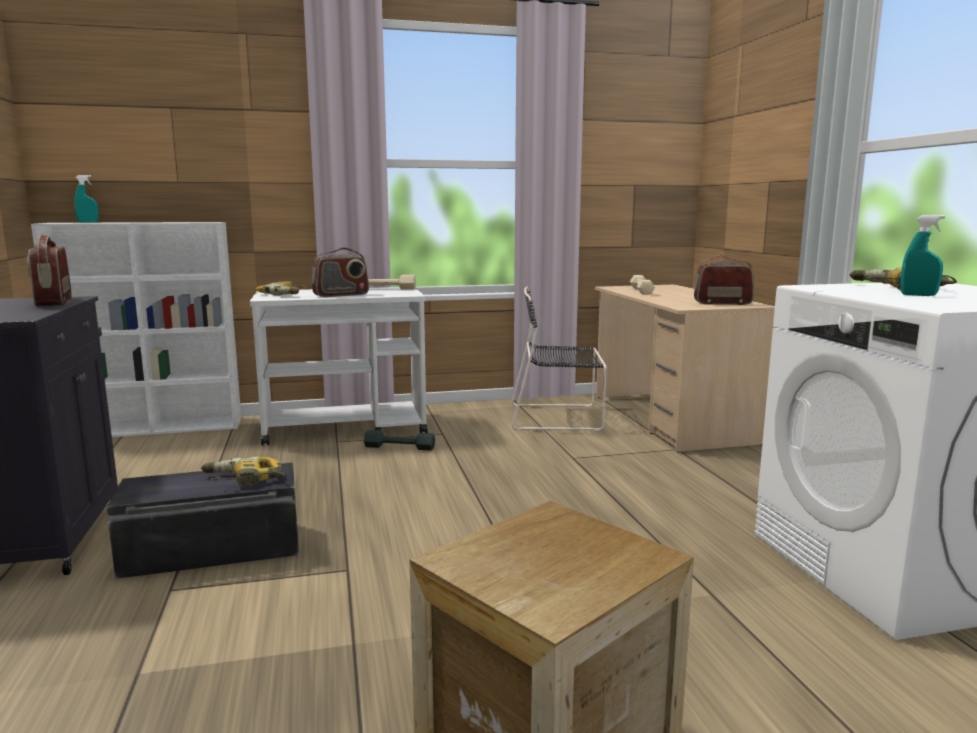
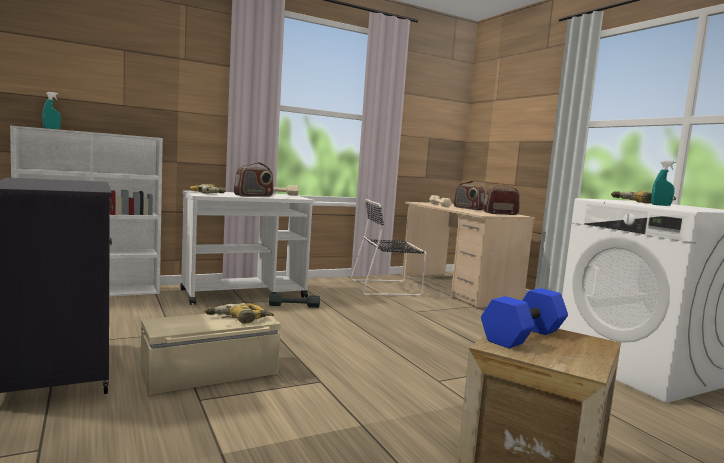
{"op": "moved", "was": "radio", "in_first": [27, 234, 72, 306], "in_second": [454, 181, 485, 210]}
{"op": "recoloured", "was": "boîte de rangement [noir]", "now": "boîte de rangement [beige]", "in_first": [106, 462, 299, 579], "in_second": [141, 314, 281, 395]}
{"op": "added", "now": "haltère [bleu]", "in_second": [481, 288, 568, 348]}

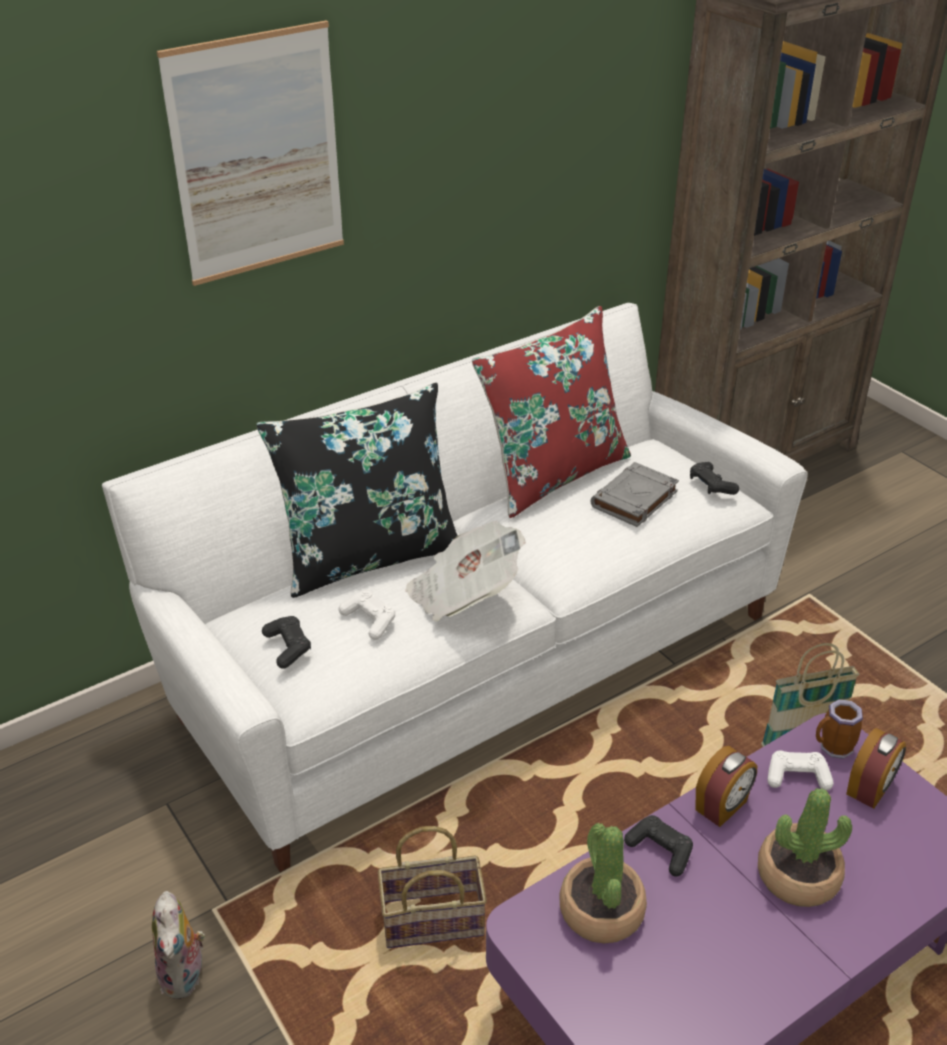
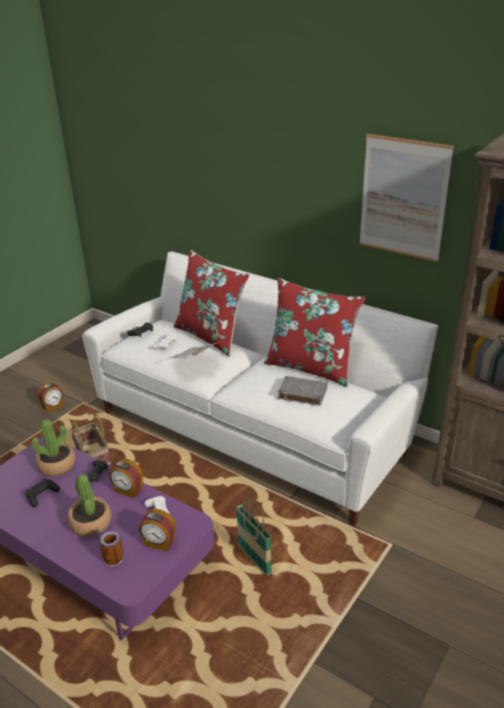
{"op": "moved", "was": "tableau", "in_first": [157, 21, 344, 286], "in_second": [359, 134, 454, 262]}
{"op": "recoloured", "was": "coussin [noir]", "now": "coussin [rouge]", "in_first": [256, 383, 458, 598], "in_second": [174, 250, 250, 357]}
{"op": "moved", "was": "manette [noir]", "in_first": [690, 462, 739, 495], "in_second": [25, 479, 60, 507]}
{"op": "moved", "was": "mug", "in_first": [816, 699, 863, 759], "in_second": [100, 531, 123, 567]}
{"op": "replaced", "was": "peluche", "now": "réveil", "in_first": [152, 891, 205, 999], "in_second": [38, 382, 64, 412]}

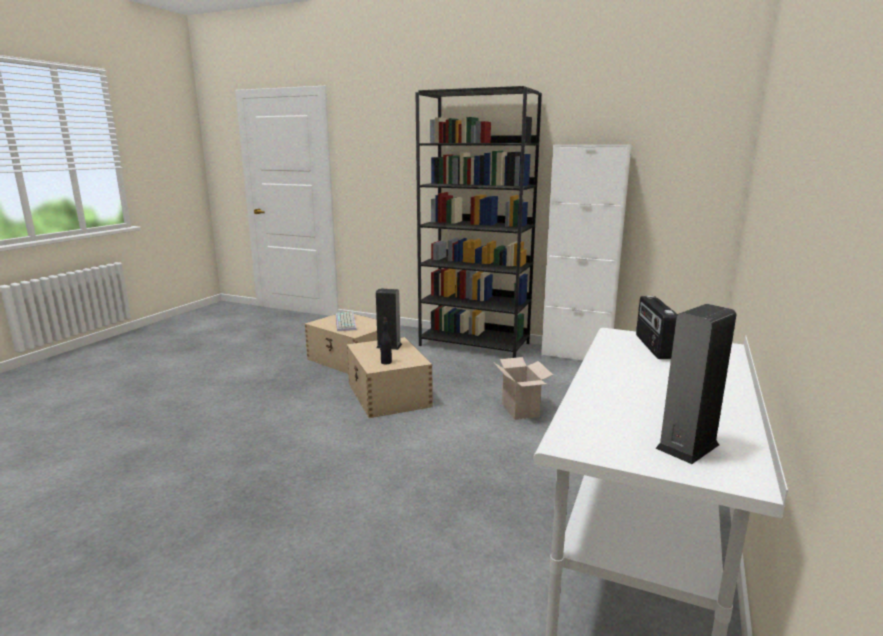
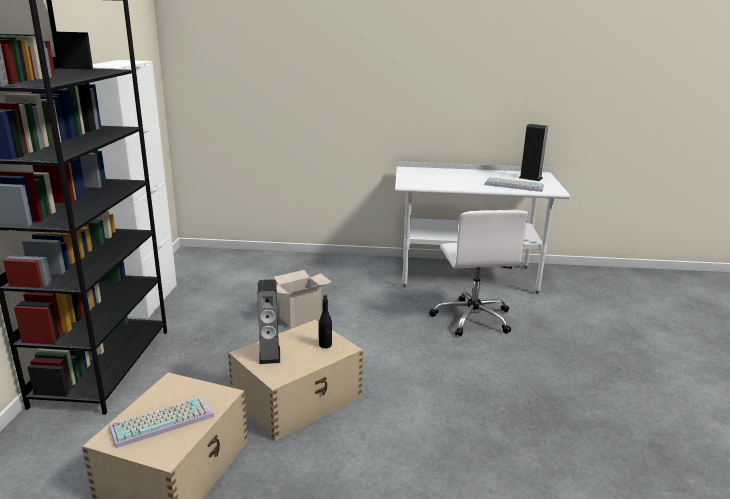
{"op": "removed", "was": "radio", "in_first": [636, 296, 678, 359]}
{"op": "added", "now": "clavier", "in_second": [484, 177, 544, 192]}
{"op": "added", "now": "chaise de bureau [blanc]", "in_second": [429, 210, 528, 336]}

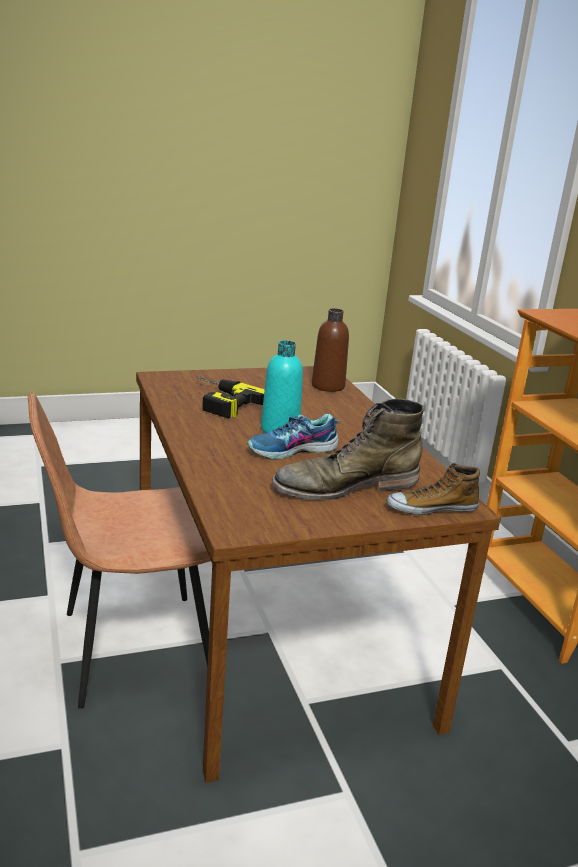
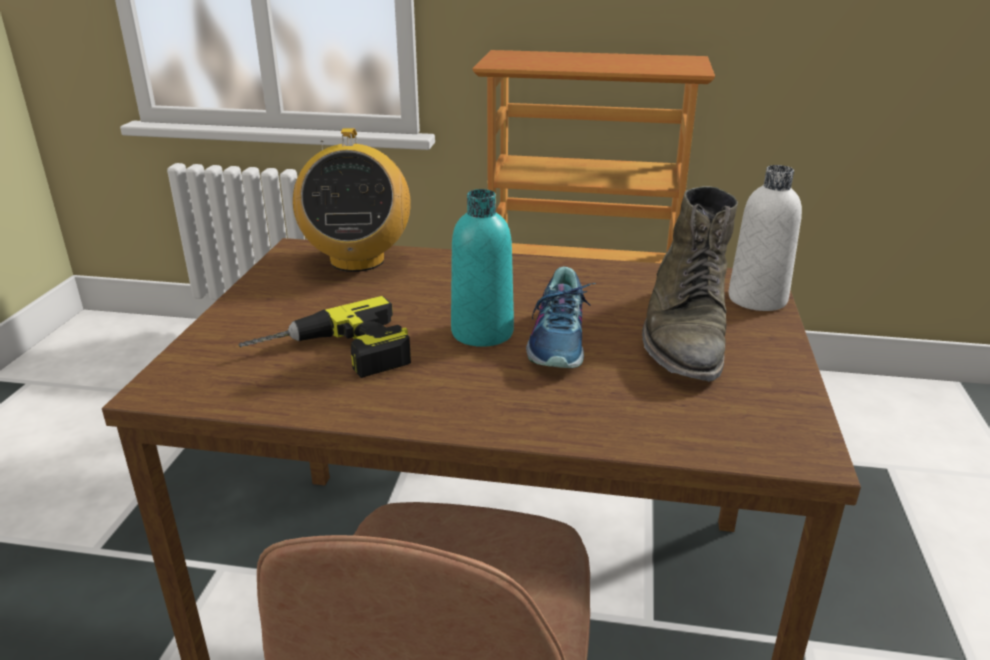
{"op": "replaced", "was": "bouteille [marron]", "now": "radio", "in_first": [312, 308, 349, 392], "in_second": [293, 128, 411, 272]}
{"op": "replaced", "was": "chaussure", "now": "bouteille [blanc]", "in_first": [386, 463, 480, 515], "in_second": [728, 165, 802, 311]}

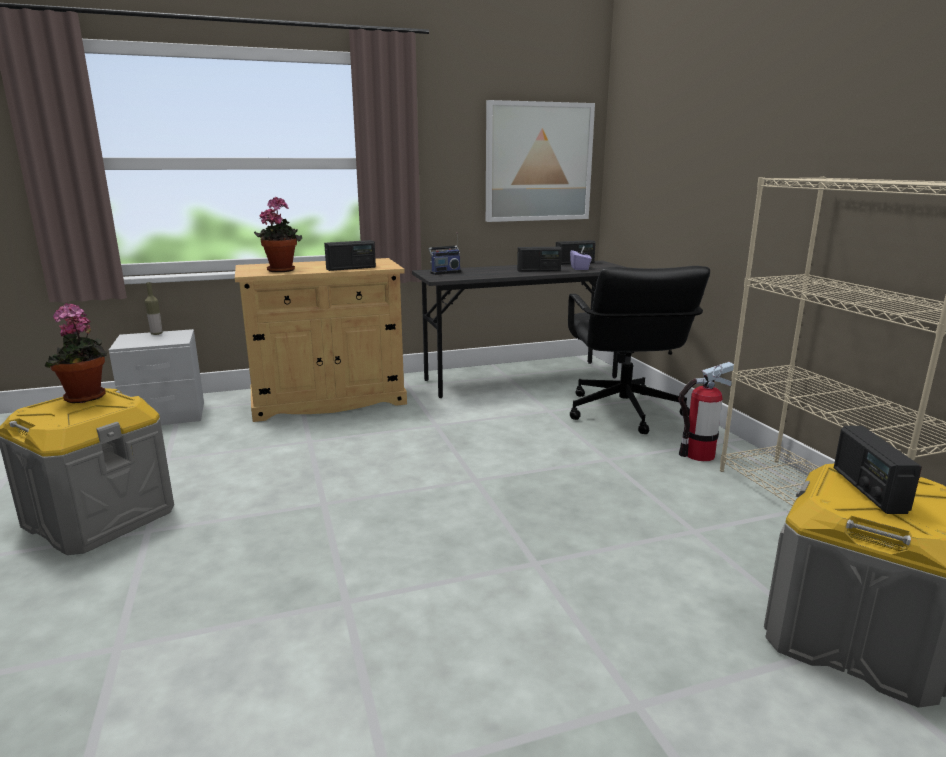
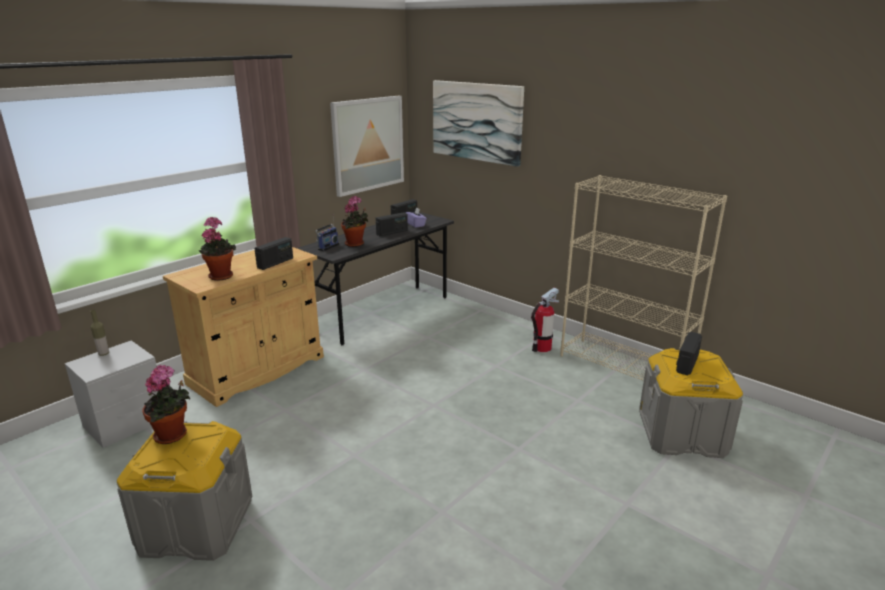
{"op": "removed", "was": "chaise de bureau [noir]", "in_first": [568, 266, 710, 434]}
{"op": "turned", "was": "radio", "in_first": [834, 426, 922, 514], "in_second": [676, 332, 702, 375], "clockwise": 60}
{"op": "added", "now": "tableau", "in_second": [433, 80, 524, 167]}
{"op": "added", "now": "plante en pot", "in_second": [341, 196, 368, 247]}

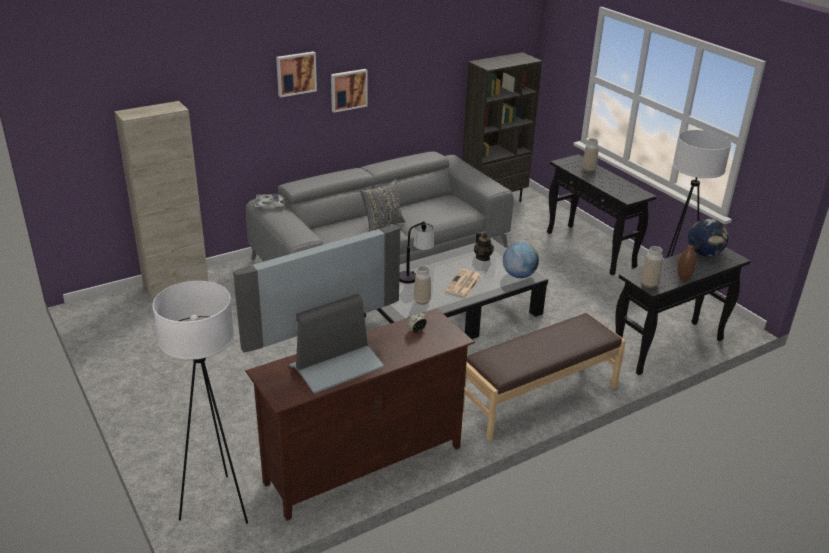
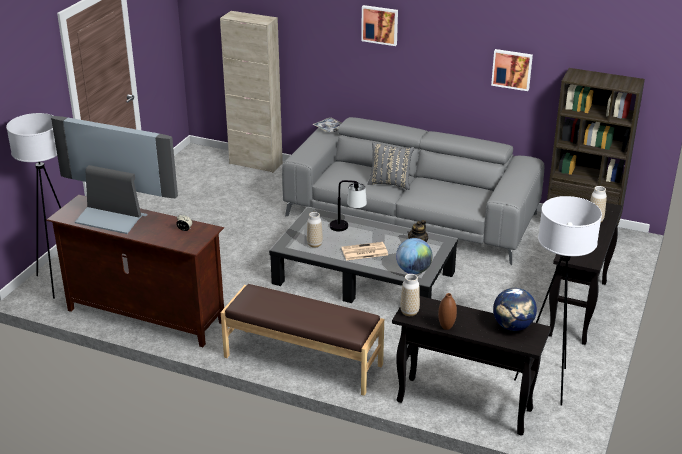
{"op": "moved", "was": "tableau", "in_first": [331, 69, 368, 113], "in_second": [491, 49, 533, 91]}

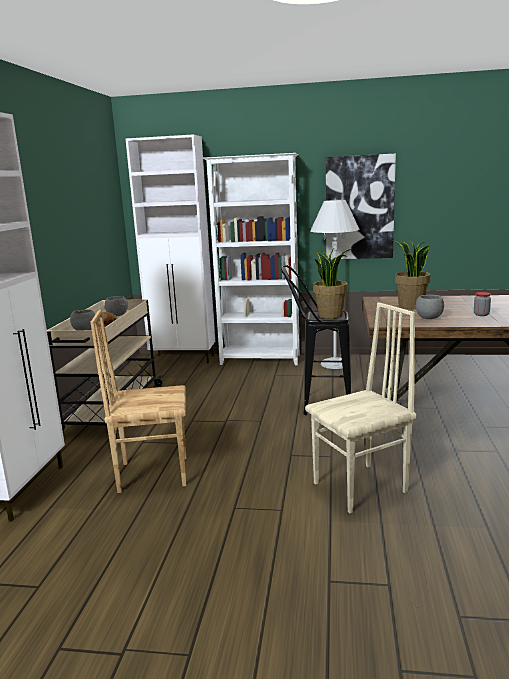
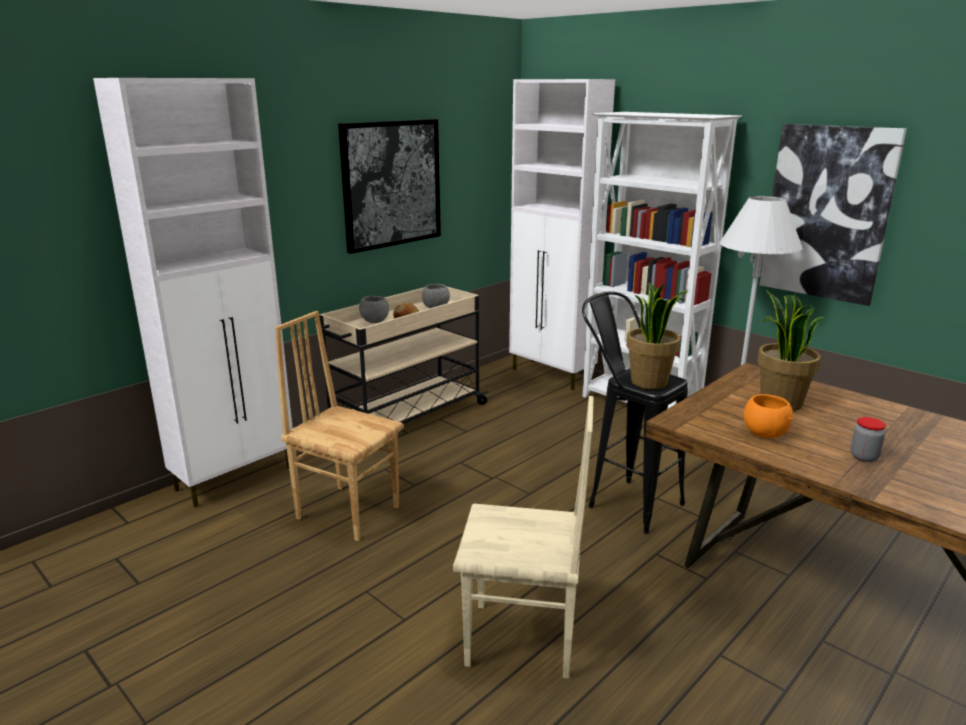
{"op": "recoloured", "was": "bol [gris]", "now": "bol [orange]", "in_first": [416, 295, 444, 319], "in_second": [744, 394, 793, 438]}
{"op": "added", "now": "tableau", "in_second": [338, 119, 441, 254]}

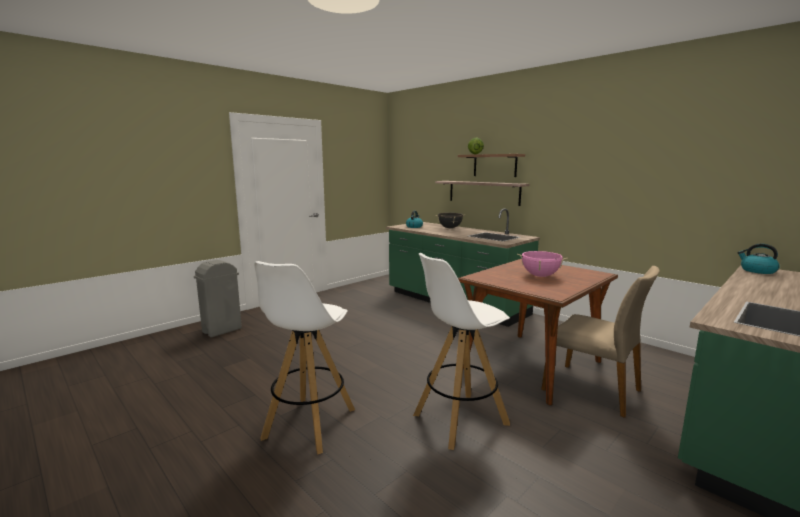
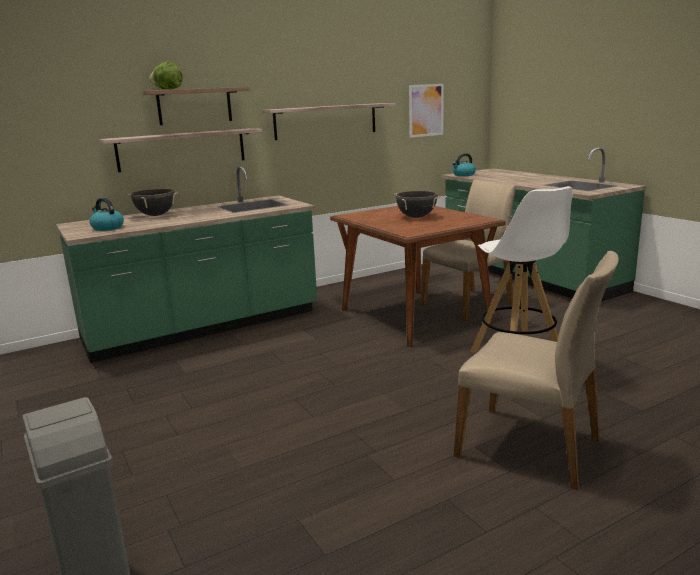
{"op": "recoloured", "was": "marmite [rose]", "now": "marmite [noir]", "in_first": [517, 251, 568, 277], "in_second": [395, 191, 439, 218]}
{"op": "replaced", "was": "tabouret [blanc]", "now": "chaise [beige]", "in_first": [254, 261, 355, 455], "in_second": [454, 251, 619, 490]}
{"op": "added", "now": "tableau", "in_second": [409, 84, 444, 138]}
{"op": "added", "now": "étagère", "in_second": [262, 103, 396, 140]}

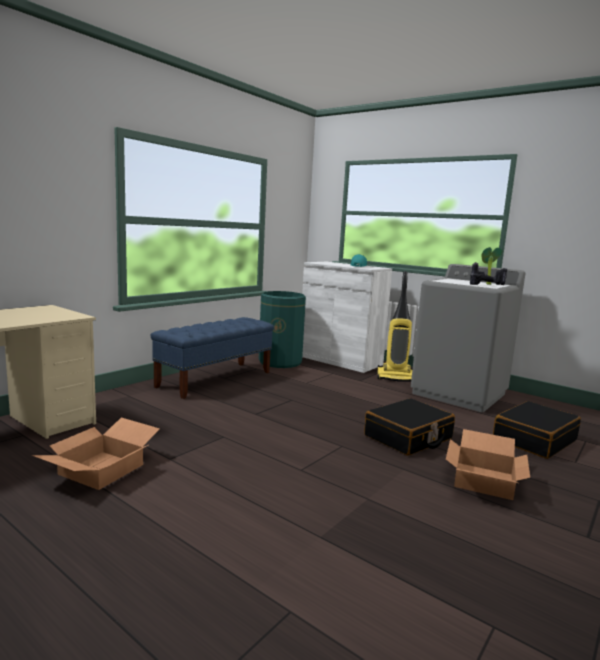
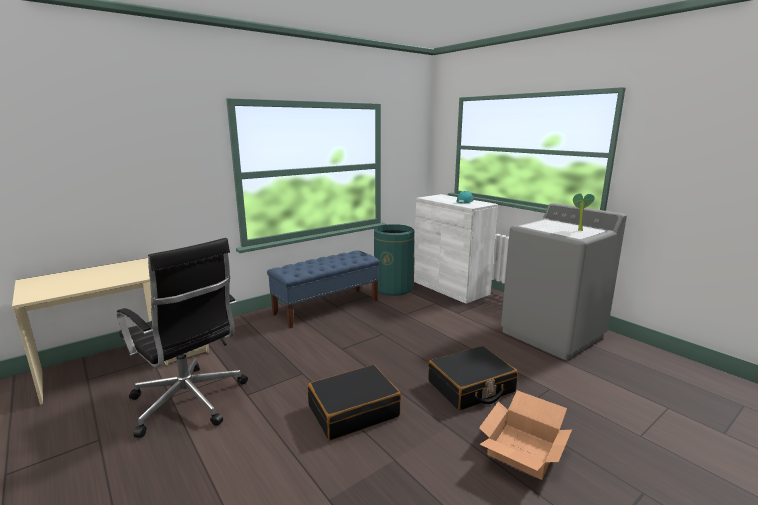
{"op": "removed", "was": "perceuse", "in_first": [470, 262, 507, 285]}
{"op": "removed", "was": "aspirateur", "in_first": [377, 271, 412, 382]}
{"op": "moved", "was": "valise [noir]", "in_first": [493, 401, 581, 459], "in_second": [308, 365, 401, 441]}
{"op": "replaced", "was": "carton", "now": "chaise de bureau [noir]", "in_first": [32, 418, 160, 490], "in_second": [117, 238, 248, 438]}

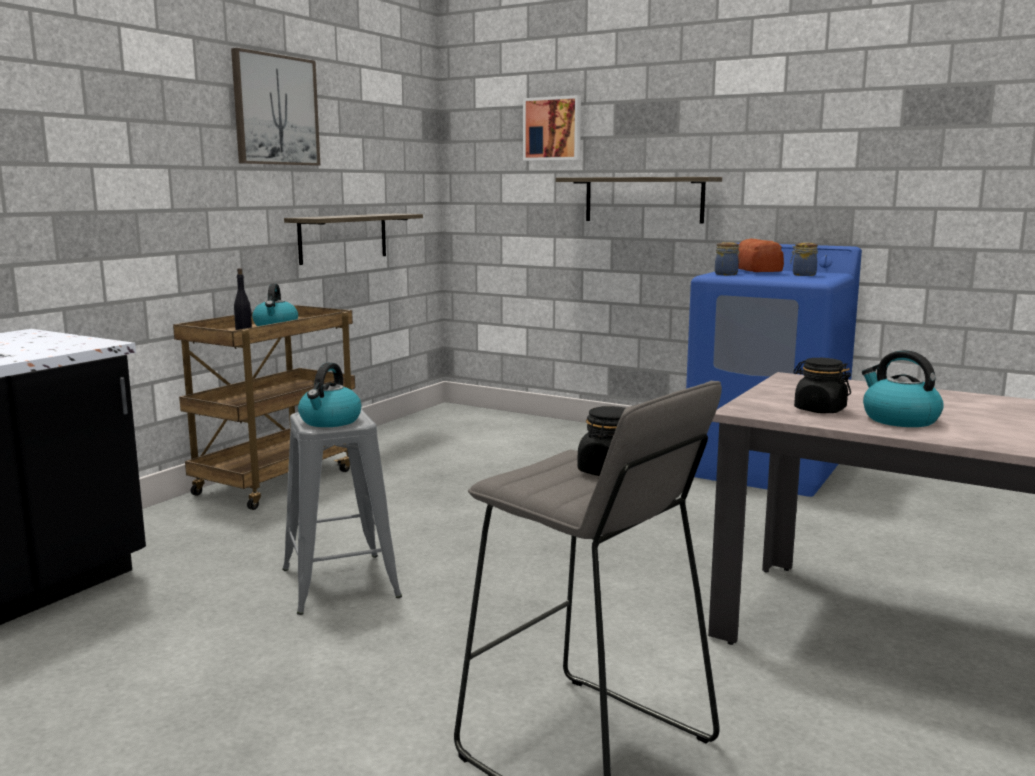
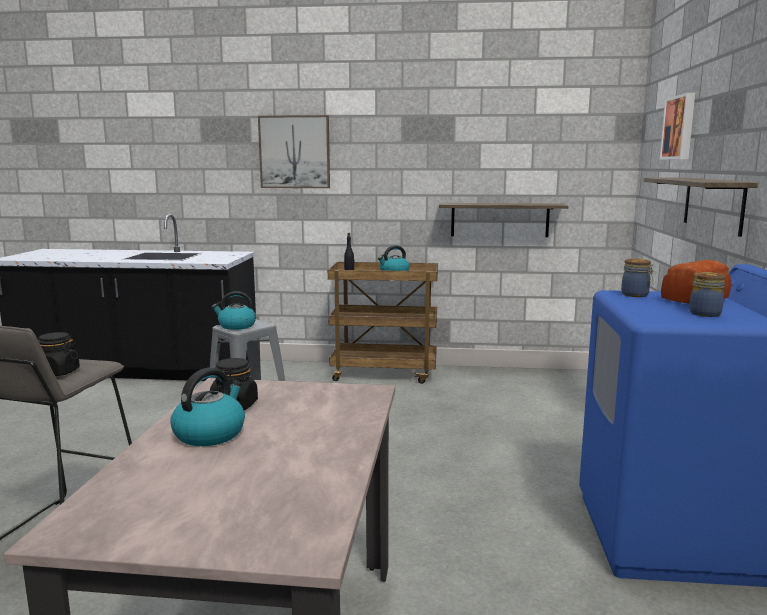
{"op": "moved", "was": "tableau", "in_first": [231, 48, 320, 166], "in_second": [258, 115, 330, 188]}

